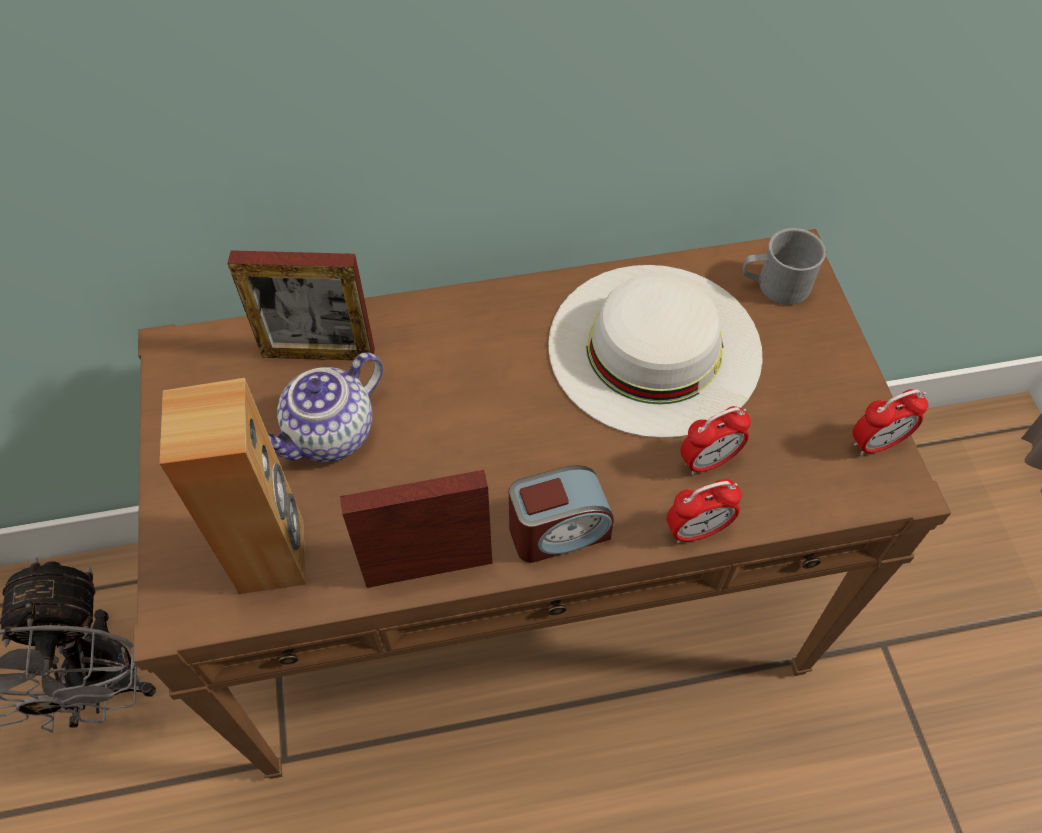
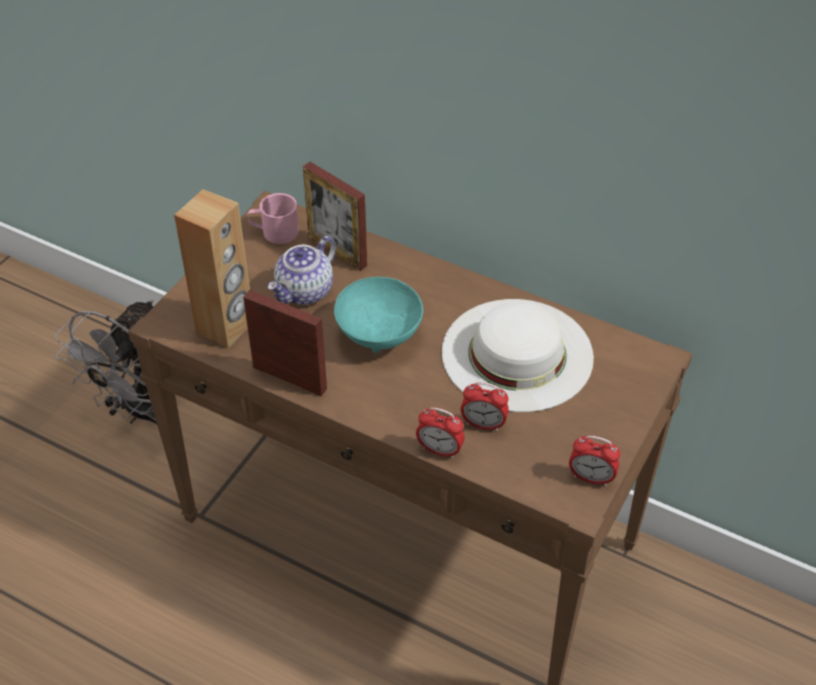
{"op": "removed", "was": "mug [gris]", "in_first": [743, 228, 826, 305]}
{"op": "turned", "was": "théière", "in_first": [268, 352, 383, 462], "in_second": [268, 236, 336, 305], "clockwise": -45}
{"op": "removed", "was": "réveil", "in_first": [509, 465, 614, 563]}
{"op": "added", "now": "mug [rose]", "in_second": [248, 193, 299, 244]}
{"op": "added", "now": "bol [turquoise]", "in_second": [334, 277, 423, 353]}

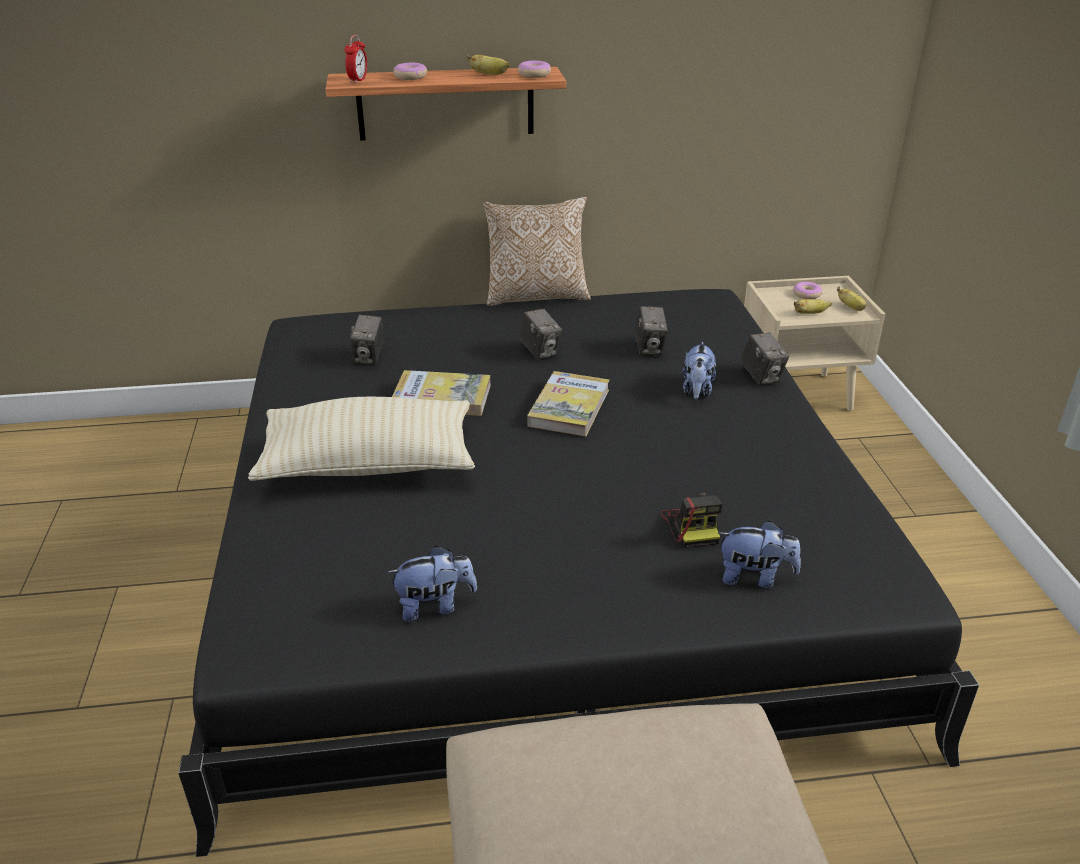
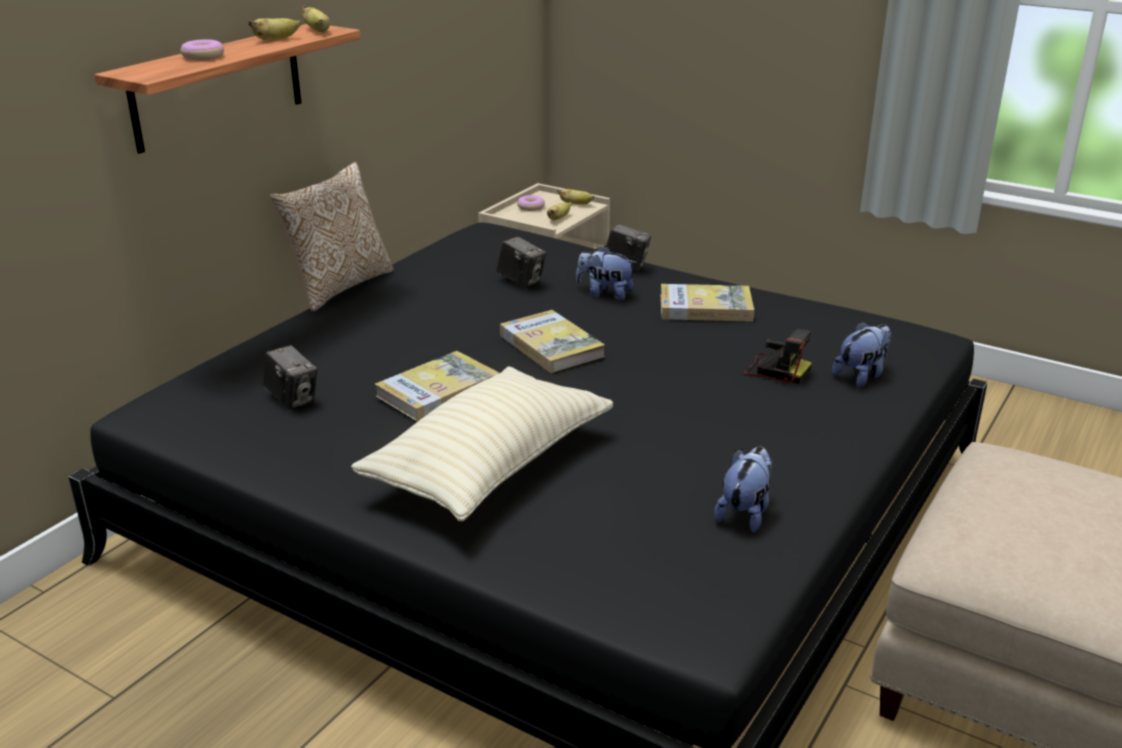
{"op": "removed", "was": "réveil", "in_first": [345, 35, 367, 84]}
{"op": "replaced", "was": "beignet", "now": "banane", "in_first": [518, 61, 551, 78], "in_second": [301, 6, 330, 32]}
{"op": "removed", "was": "appareil photo", "in_first": [519, 309, 562, 359]}
{"op": "turned", "was": "peluche", "in_first": [683, 341, 716, 399], "in_second": [576, 246, 637, 301], "clockwise": 150}
{"op": "added", "now": "livre", "in_second": [660, 284, 754, 322]}

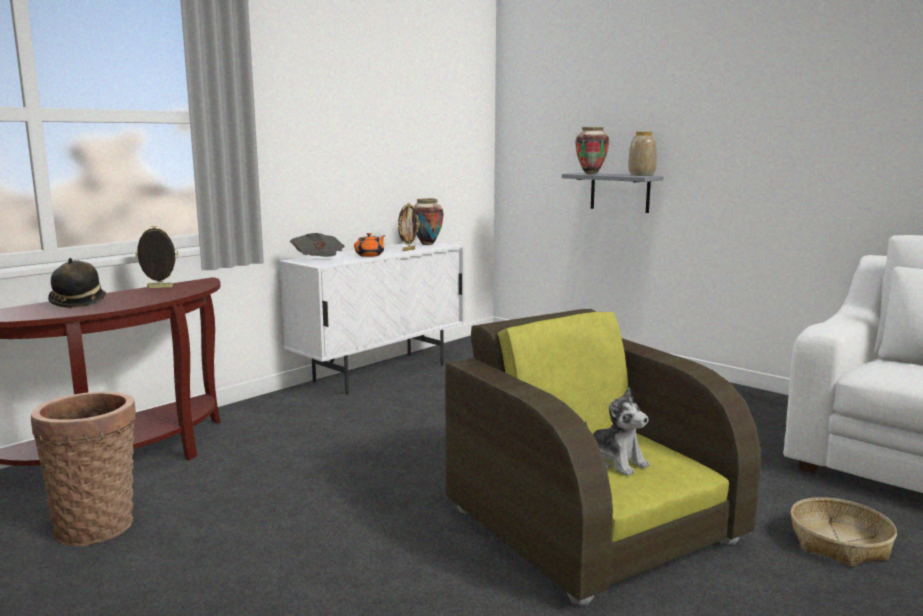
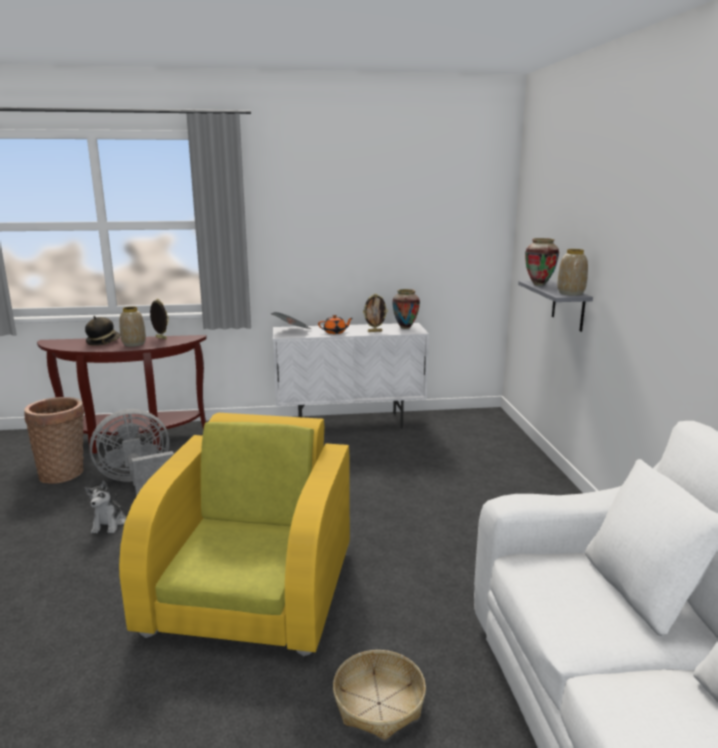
{"op": "recoloured", "was": "fauteuil [marron]", "now": "fauteuil [jaune]", "in_first": [445, 309, 761, 606], "in_second": [119, 413, 350, 656]}
{"op": "moved", "was": "peluche", "in_first": [585, 387, 650, 476], "in_second": [85, 481, 126, 533]}
{"op": "added", "now": "vase", "in_second": [119, 307, 146, 347]}
{"op": "added", "now": "ventilateur [gris]", "in_second": [89, 409, 174, 496]}

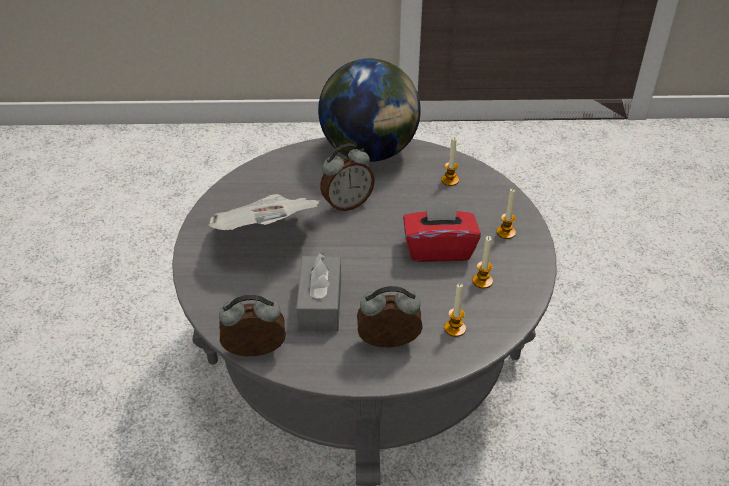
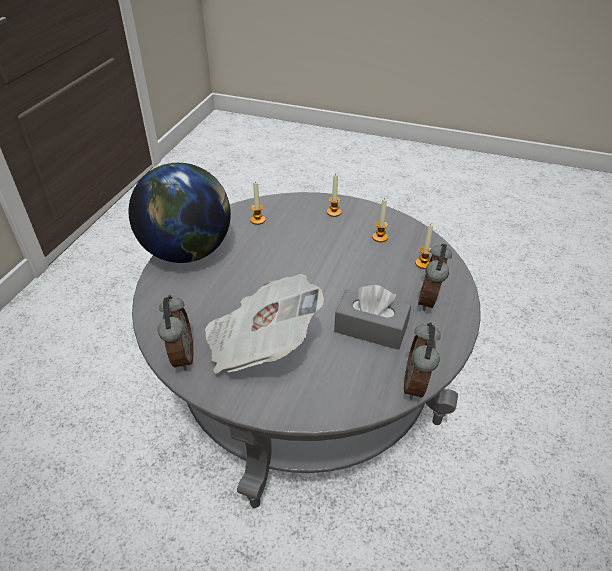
{"op": "moved", "was": "réveil", "in_first": [320, 144, 375, 212], "in_second": [158, 295, 193, 371]}
{"op": "removed", "was": "boîte à mouchoirs [rouge]", "in_first": [403, 201, 481, 262]}

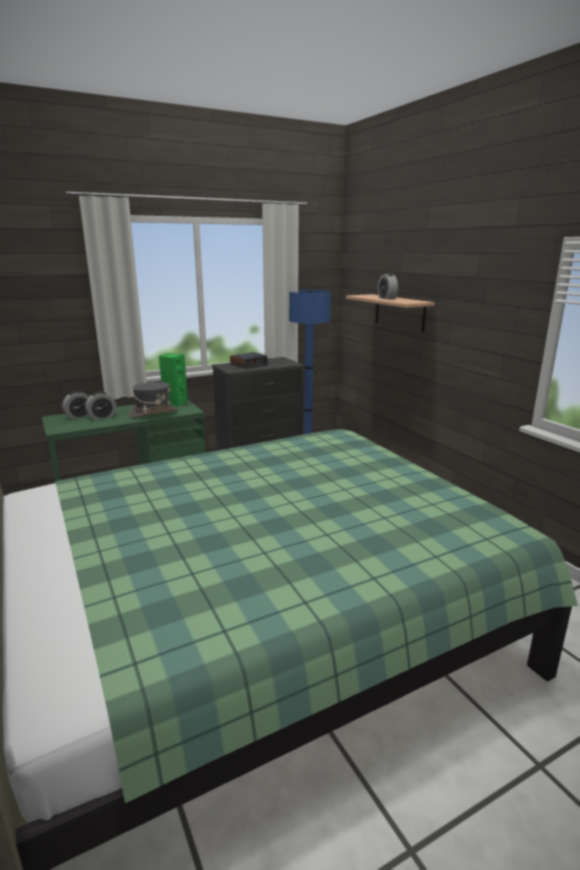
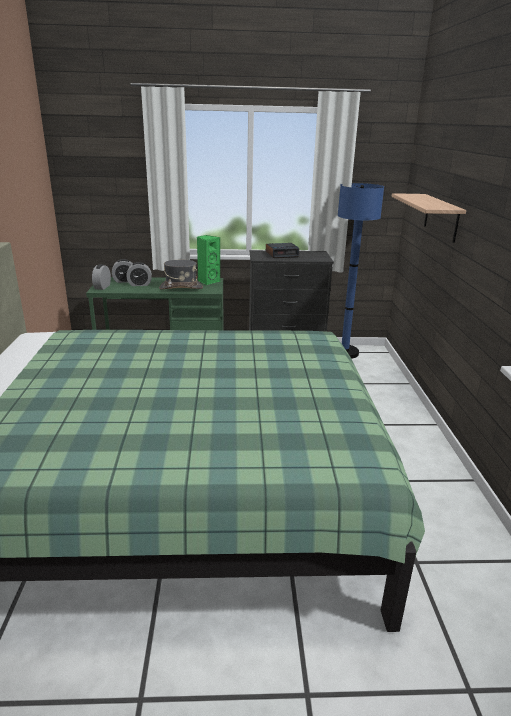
{"op": "moved", "was": "réveil", "in_first": [378, 273, 398, 300], "in_second": [92, 264, 111, 290]}

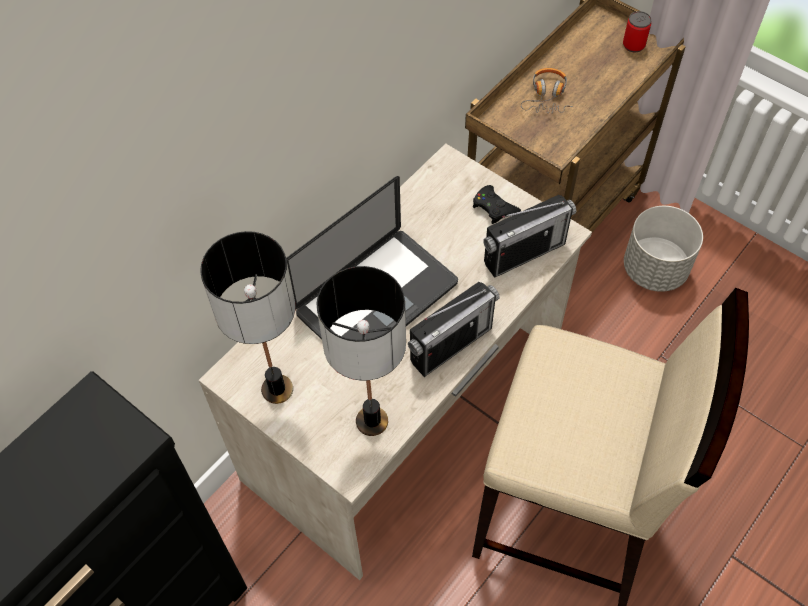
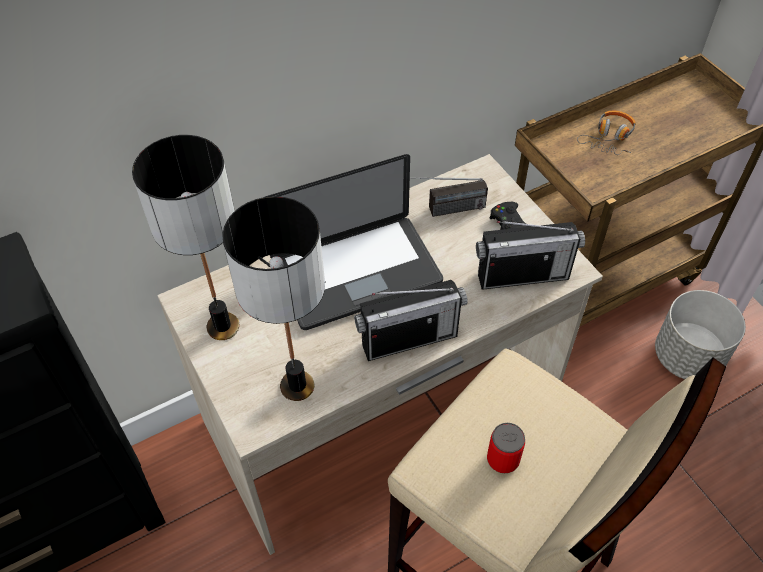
{"op": "moved", "was": "boîte métallique", "in_first": [623, 11, 652, 52], "in_second": [487, 423, 525, 473]}
{"op": "added", "now": "radio", "in_second": [415, 178, 488, 217]}

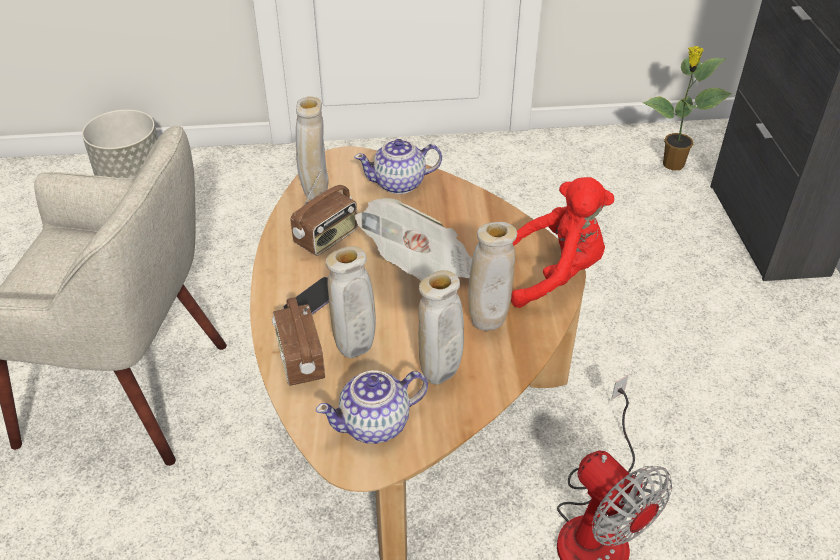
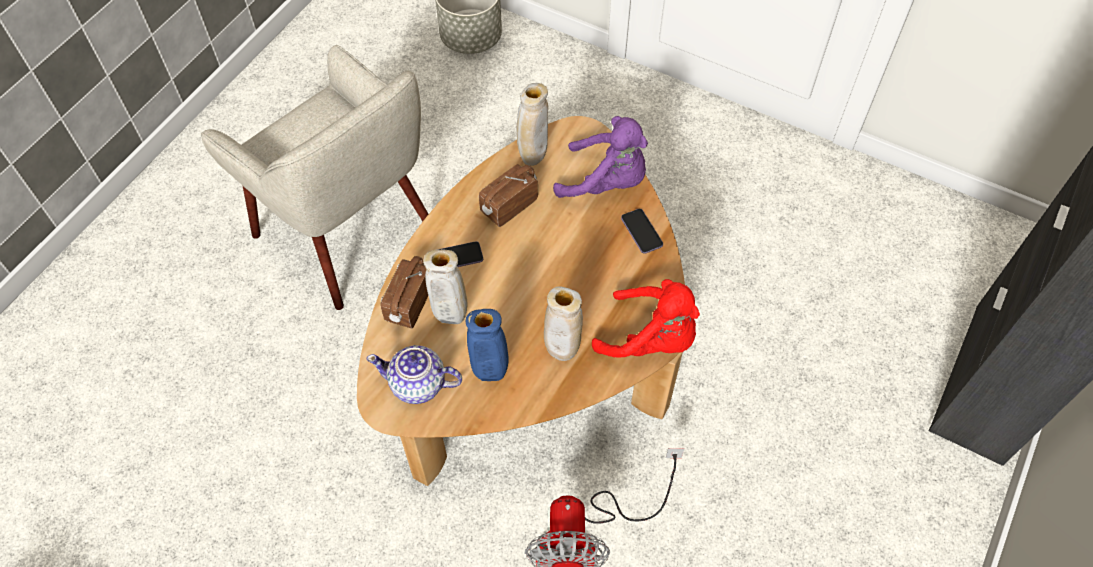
{"op": "removed", "was": "plante en pot", "in_first": [642, 46, 732, 171]}
{"op": "replaced", "was": "théière", "now": "peluche [violet]", "in_first": [354, 139, 442, 194], "in_second": [553, 116, 648, 198]}
{"op": "turned", "was": "radio", "in_first": [291, 169, 358, 256], "in_second": [479, 164, 538, 227], "clockwise": 150}
{"op": "removed", "was": "journal", "in_first": [355, 198, 472, 281]}
{"op": "recoloured", "was": "vase [beige]", "now": "vase [bleu]", "in_first": [418, 270, 464, 385], "in_second": [466, 309, 509, 381]}
{"op": "added", "now": "téléphone", "in_second": [621, 209, 663, 254]}

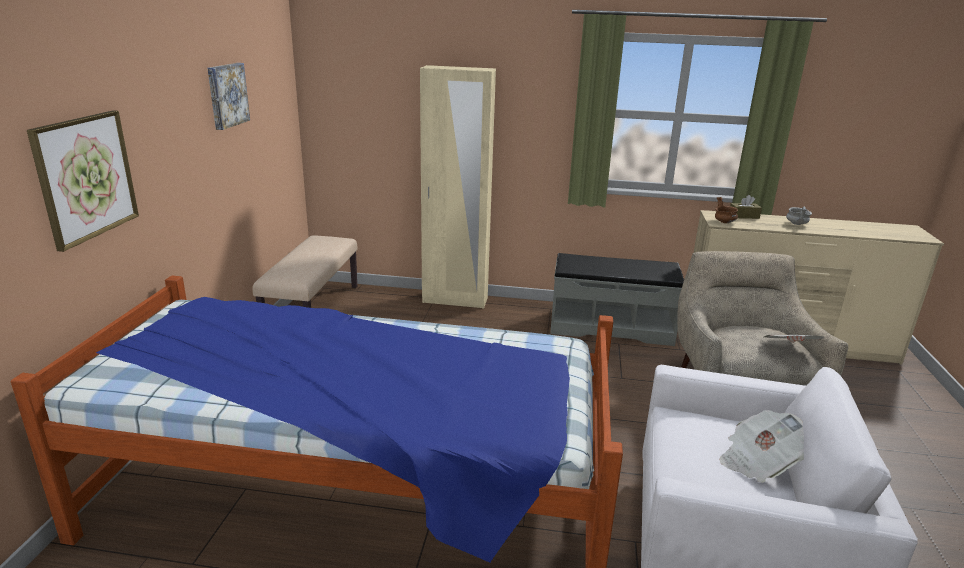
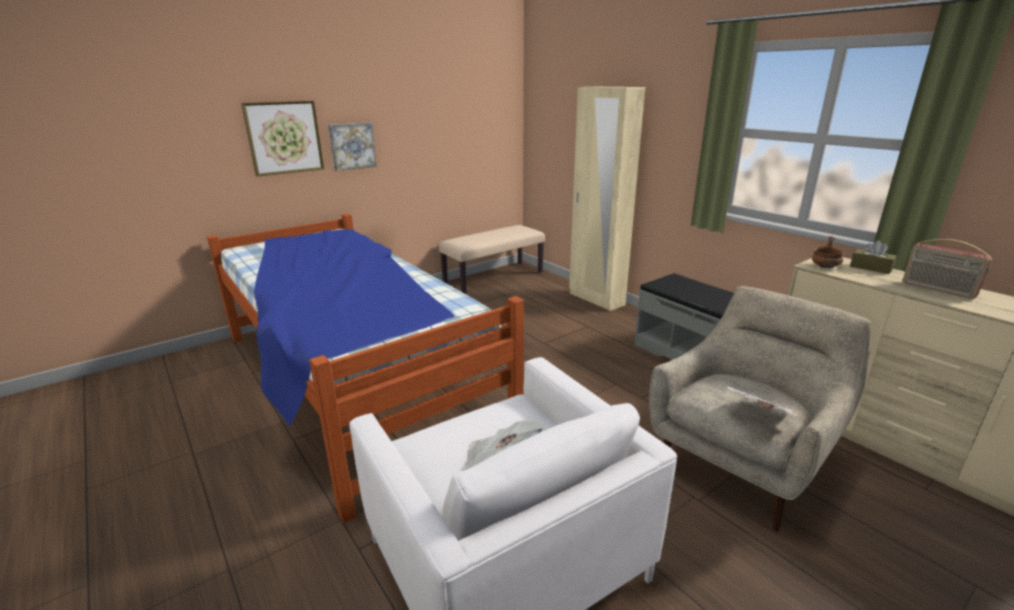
{"op": "moved", "was": "tableau", "in_first": [208, 63, 250, 130], "in_second": [328, 122, 377, 171]}
{"op": "replaced", "was": "bol [gris]", "now": "radio", "in_first": [786, 207, 812, 225], "in_second": [902, 239, 992, 299]}

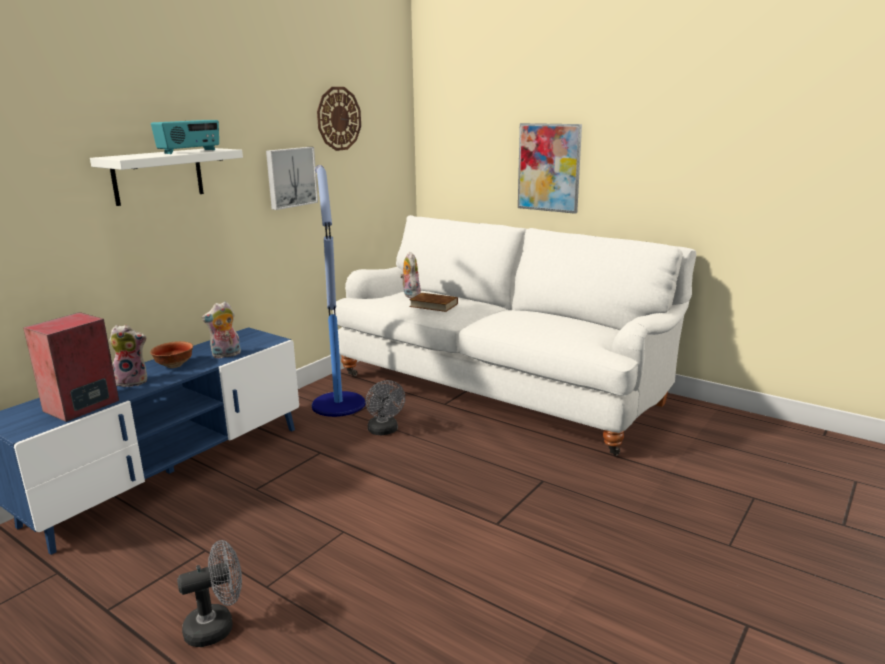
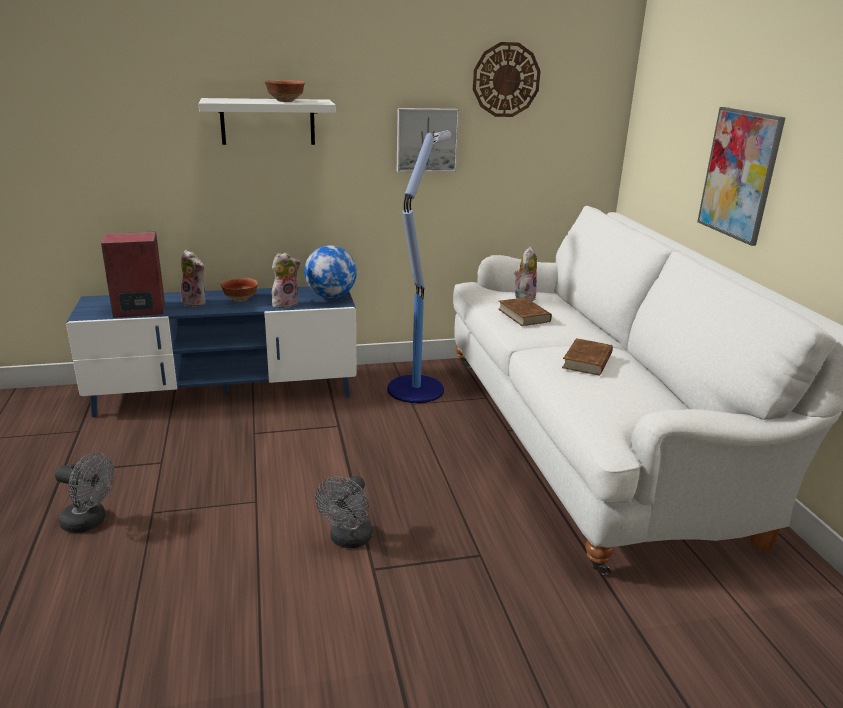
{"op": "replaced", "was": "radio", "now": "bol", "in_first": [151, 120, 219, 154], "in_second": [265, 80, 305, 102]}
{"op": "turned", "was": "peluche", "in_first": [202, 301, 241, 358], "in_second": [272, 252, 301, 308], "clockwise": 135}
{"op": "moved", "was": "ventilateur [gris]", "in_first": [366, 380, 405, 435], "in_second": [315, 476, 373, 548]}
{"op": "added", "now": "globe", "in_second": [304, 245, 357, 298]}
{"op": "added", "now": "livre [marron]", "in_second": [562, 338, 613, 376]}

